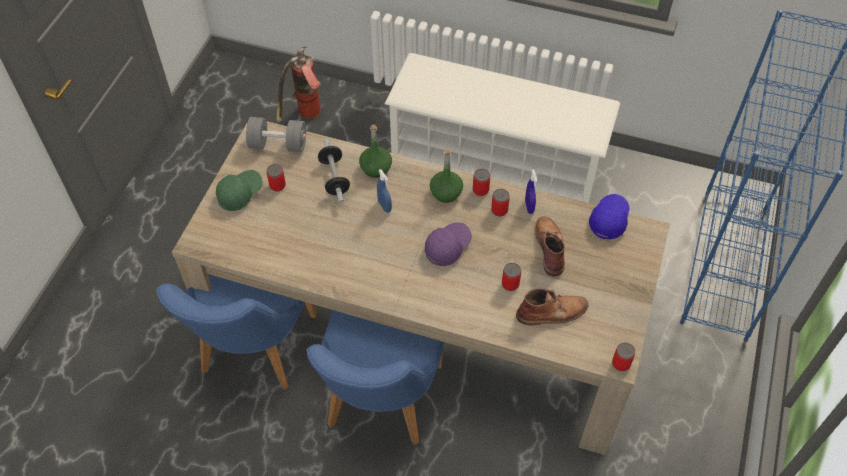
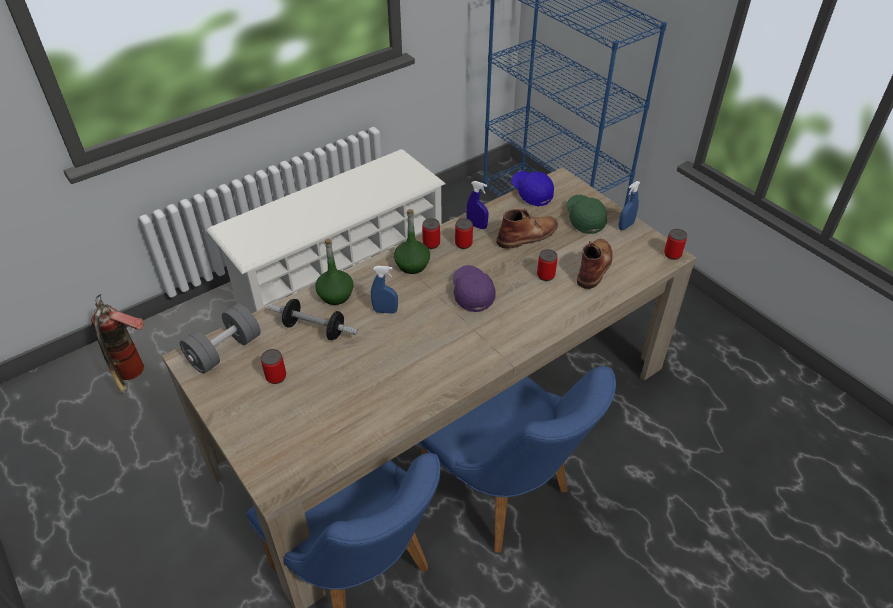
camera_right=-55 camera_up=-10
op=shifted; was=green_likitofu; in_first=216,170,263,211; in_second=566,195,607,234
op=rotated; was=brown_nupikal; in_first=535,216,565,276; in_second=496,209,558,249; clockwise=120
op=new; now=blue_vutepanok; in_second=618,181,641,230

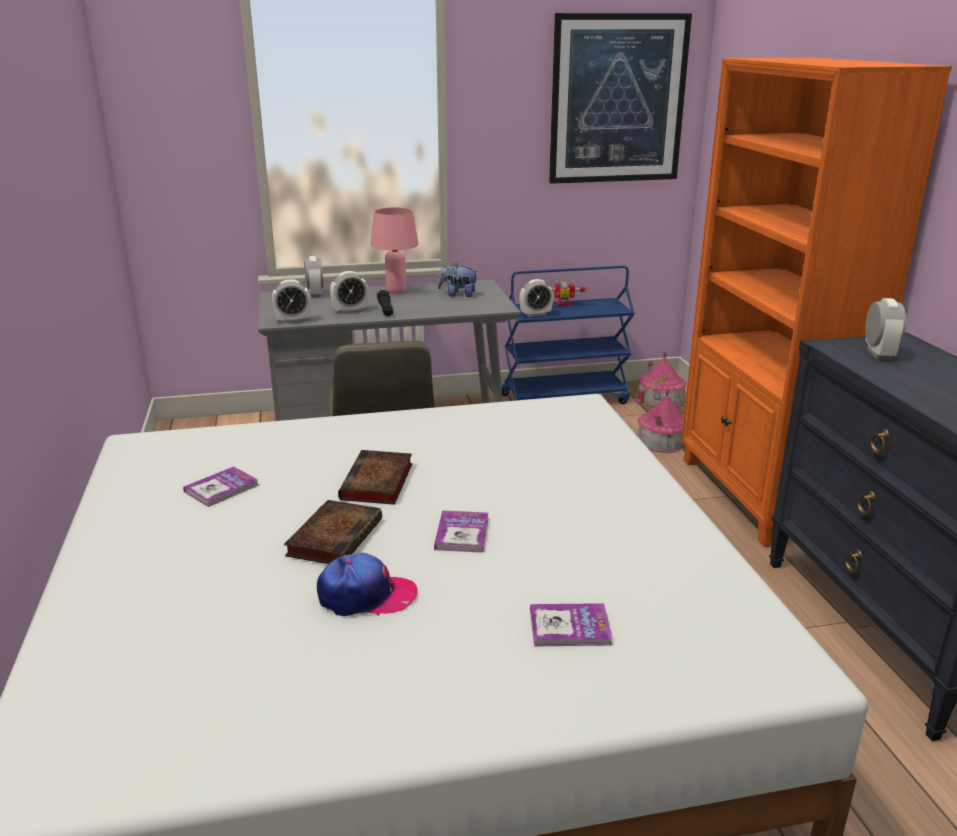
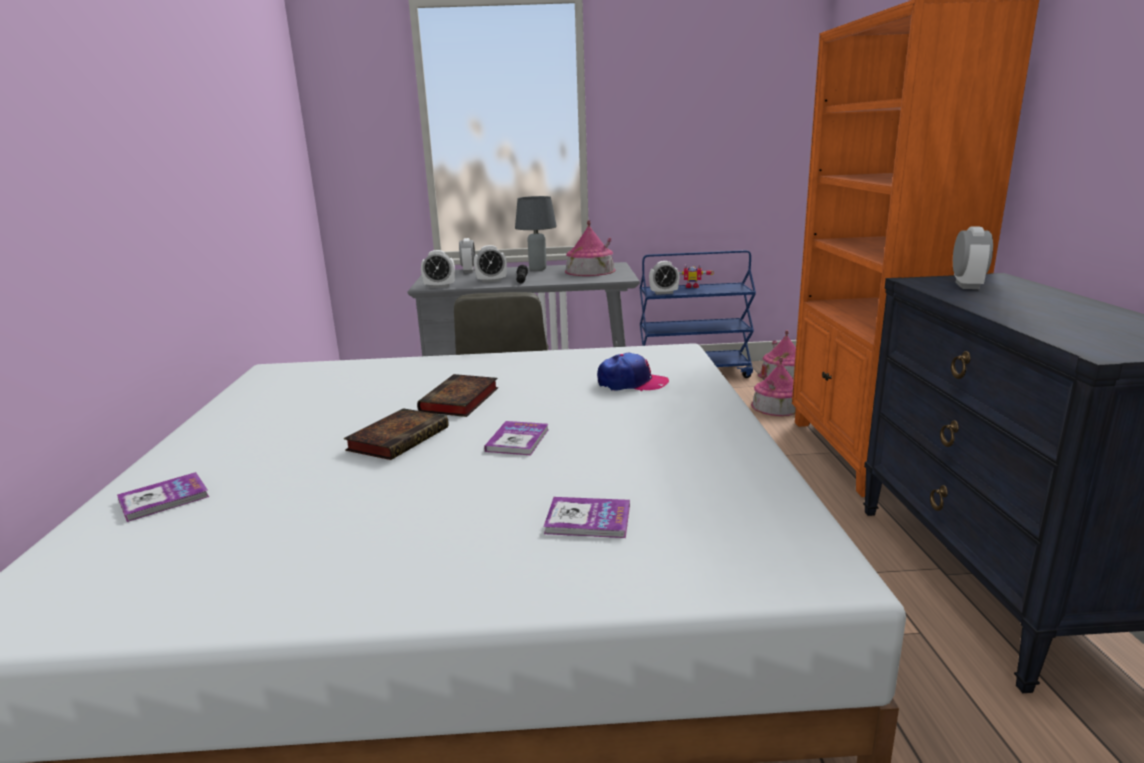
camera_right=10 camera_up=-5
op=shifted; was=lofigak; in_first=183,467,258,507; in_second=117,472,209,522
op=shifted; was=likitofu; in_first=317,553,417,616; in_second=597,353,669,391
op=repainted; was=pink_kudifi; now=grey_kudifi; in_first=370,207,419,294; in_second=515,196,557,271
op=swapped; was=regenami; now=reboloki; in_first=438,263,477,297; in_second=565,220,615,276
op=gone; was=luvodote; in_first=549,13,692,184

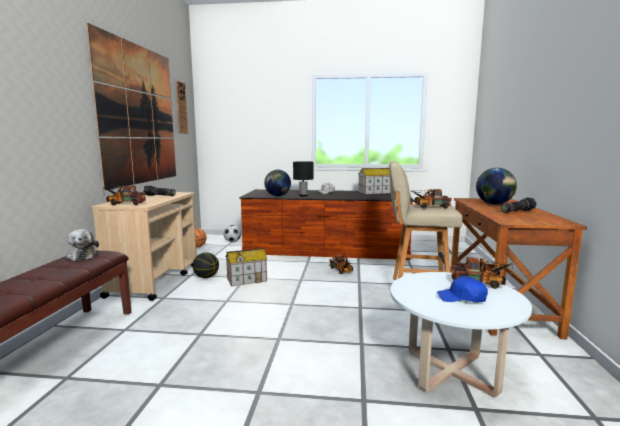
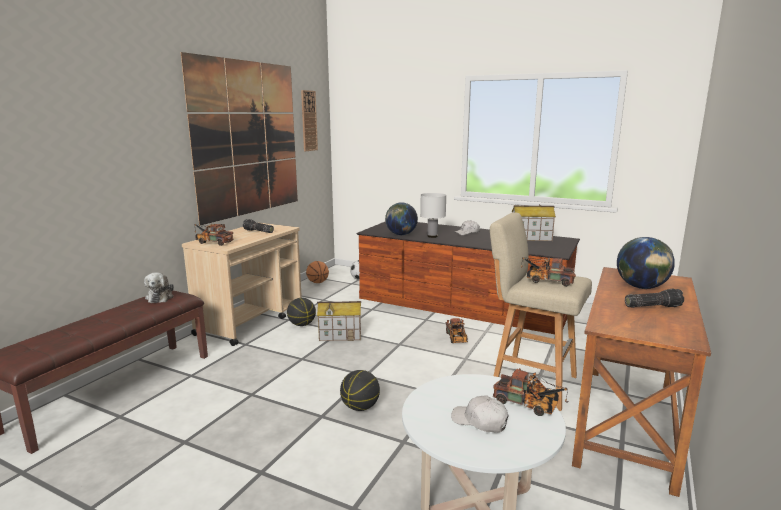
camera_right=20 camera_up=5
op=repainted; was=black_kudifi; now=white_kudifi; in_first=293,161,313,196; in_second=420,193,446,238
op=repainted; was=blue_likitofu; now=white_likitofu; in_first=437,276,488,302; in_second=451,395,509,433
op=new; now=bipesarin; in_second=340,370,380,411

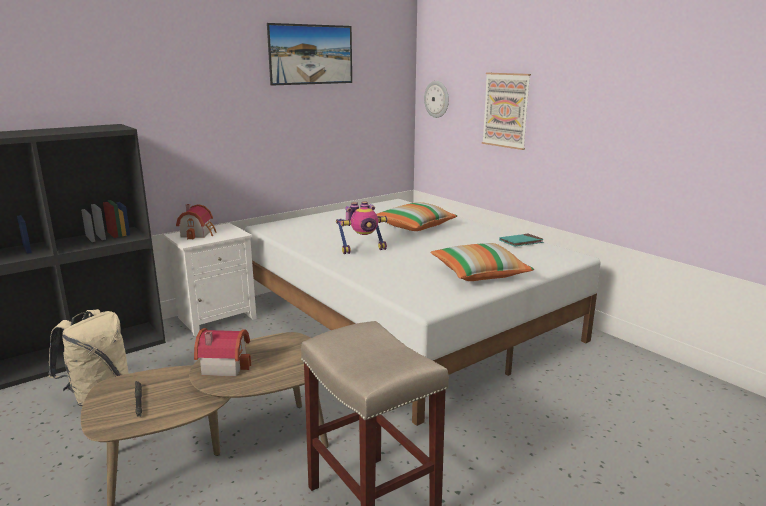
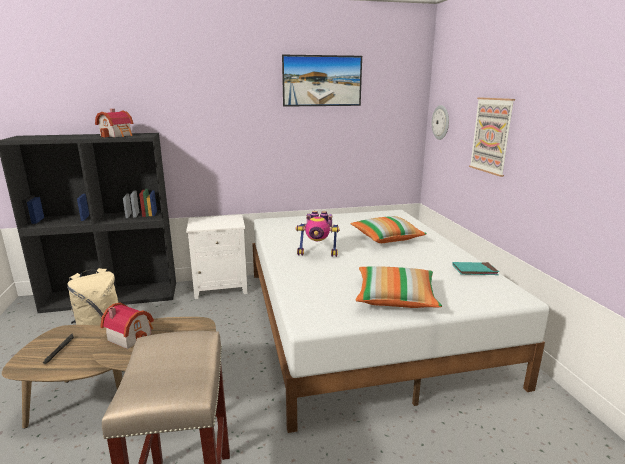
camera_right=25 camera_up=0
op=shifted; was=reboloki; in_first=176,204,217,239; in_second=95,109,134,137

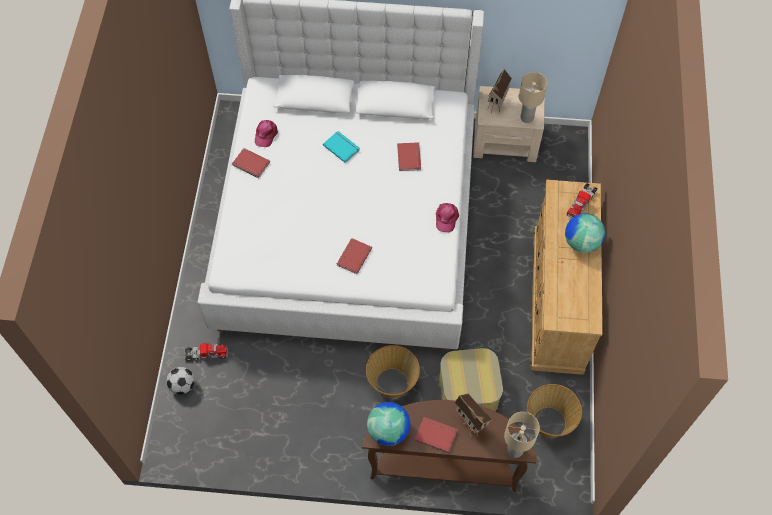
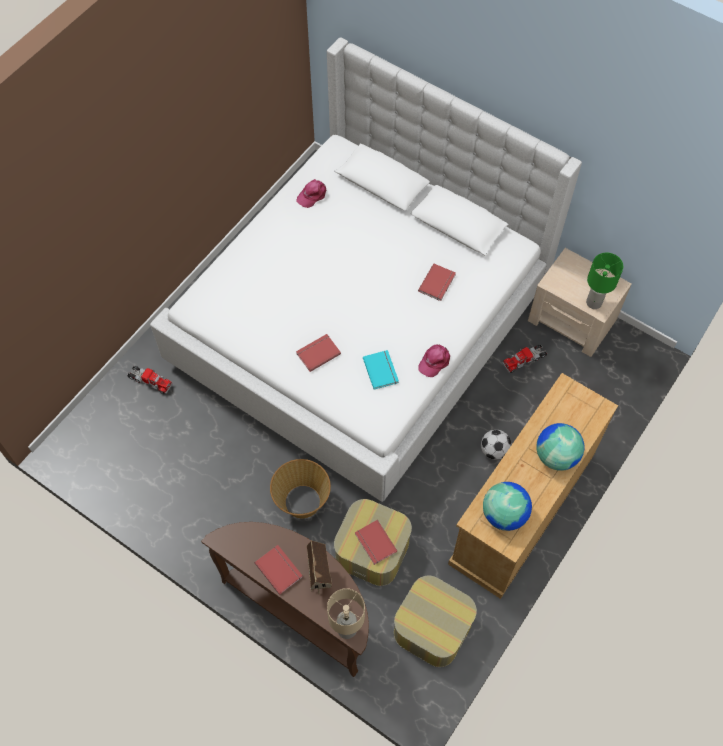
camera_right=30 camera_up=0
op=shifted; was=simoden; in_first=166,367,194,395; in_second=481,430,511,460
op=shifted; was=red_lofigak; in_first=232,148,270,178; in_second=355,520,397,565
op=shifted; was=turquoise_lofigak; in_first=323,131,360,163; in_second=363,350,399,390
op=shifted; was=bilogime; in_first=367,402,410,446; in_second=483,482,532,531
op=gone; was=reboloki; in_first=488,68,512,113
op=repainted; was=beige_kudifi; now=green_kudifi; in_first=519,72,547,123; in_second=586,253,623,309
op=swapped; was=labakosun; now=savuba; in_first=527,384,582,438; in_second=394,576,477,667
op=shifted; was=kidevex; in_first=567,183,598,218; in_second=503,344,547,373

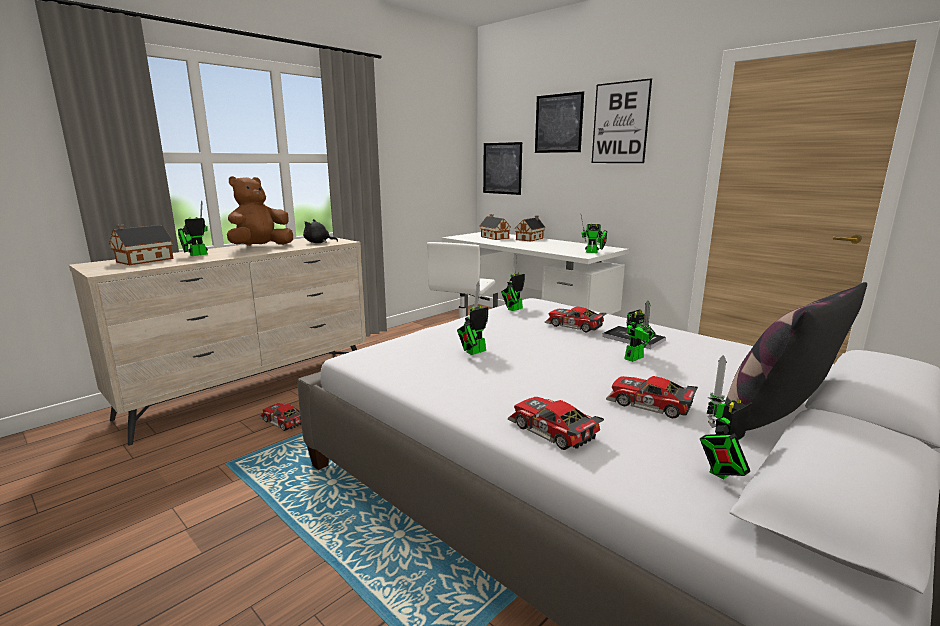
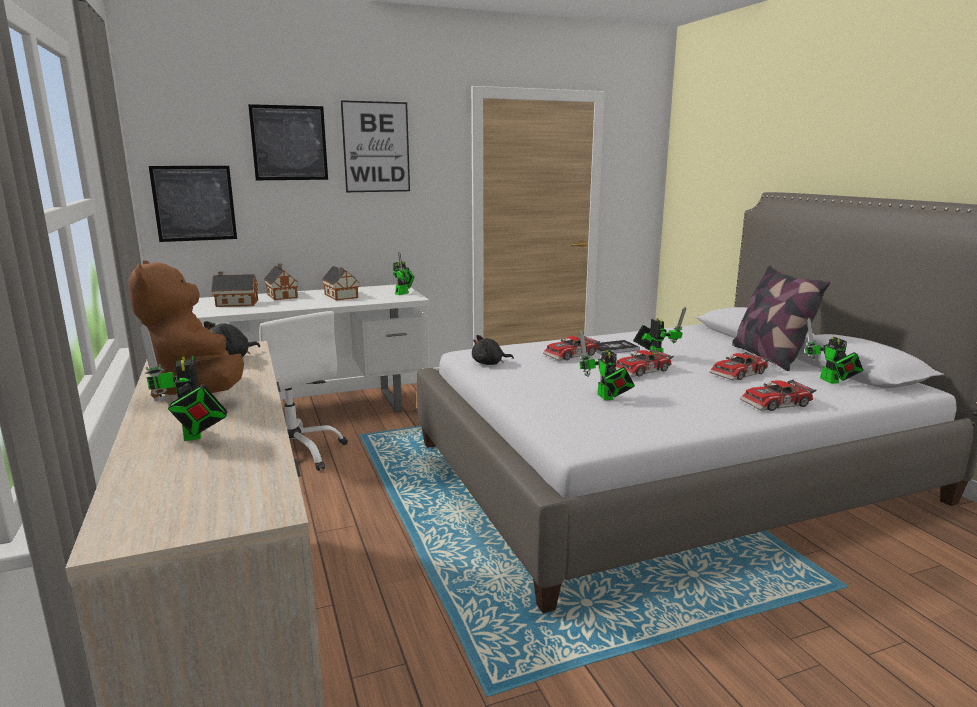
camera_right=-65 camera_up=0
op=shifted; was=reboloki; in_first=109,225,174,265; in_second=321,266,360,300
op=shifted; was=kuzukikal; in_first=259,403,301,431; in_second=615,349,674,377
op=swapped; was=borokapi; now=black_regenami; in_first=501,255,525,311; in_second=472,335,514,365

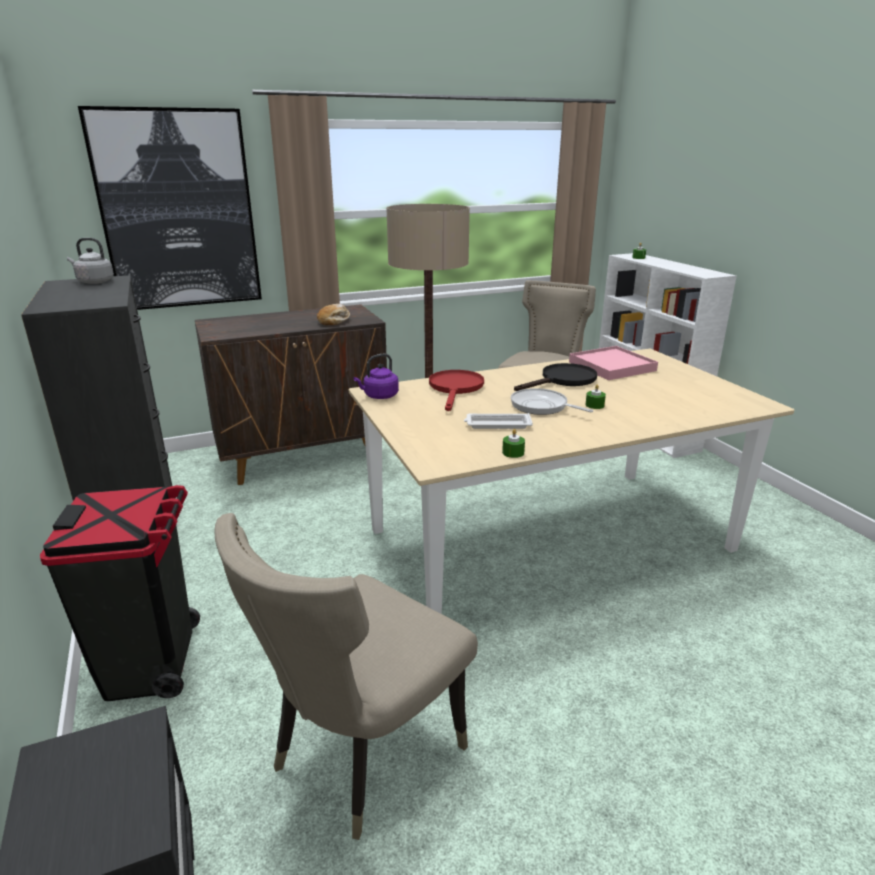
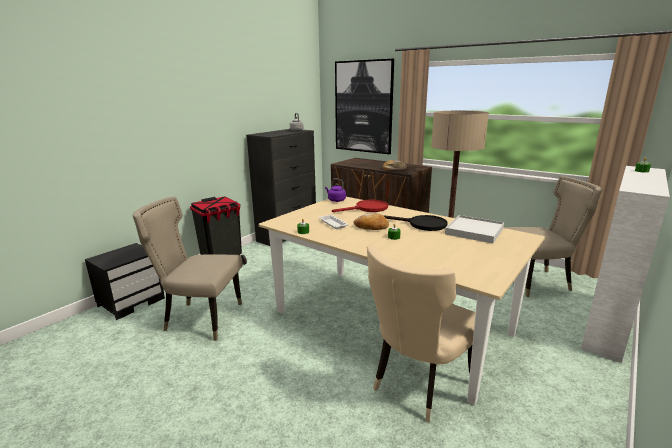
camera_right=60 camera_up=-5
op=swapped; was=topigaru; now=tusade; in_first=511,388,593,415; in_second=353,213,389,230
op=repainted; was=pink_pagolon; now=white_pagolon; in_first=569,346,658,380; in_second=445,215,504,244
op=new; now=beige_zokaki; in_second=367,244,476,423

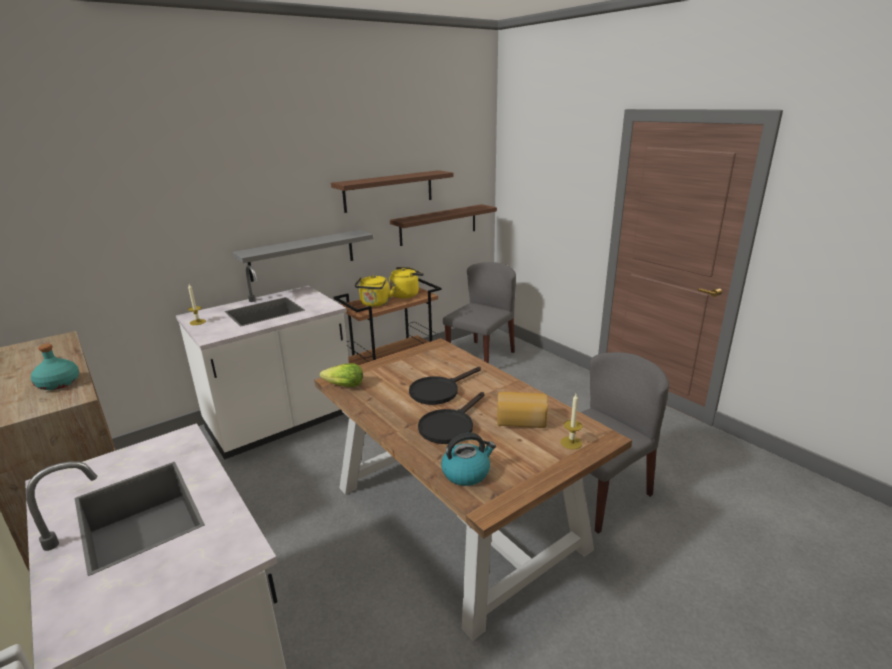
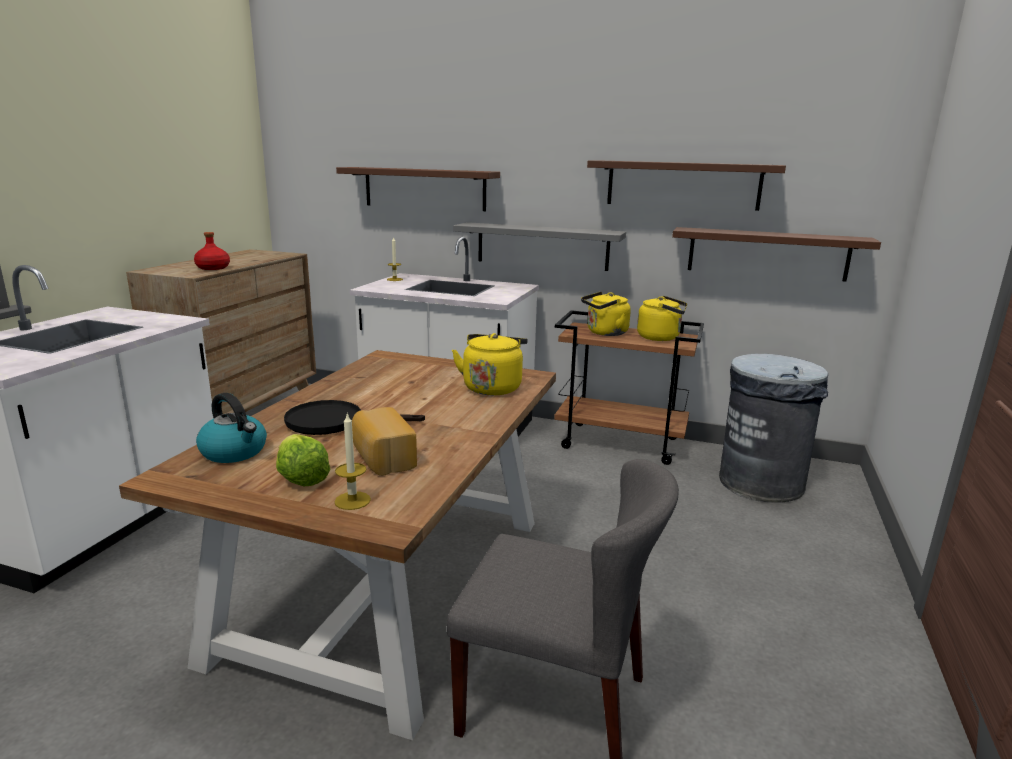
camera_right=55 camera_up=-5
op=repainted; was=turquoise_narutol; now=red_narutol; in_first=31,344,79,390; in_second=194,232,230,270
op=shifted; was=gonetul; in_first=320,363,363,387; in_second=276,434,330,486
op=gone; was=black_topigaru; in_first=409,367,481,405
op=swapped; was=grey_zokaki; now=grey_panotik; in_first=443,262,516,363; in_second=719,353,828,503
op=new; now=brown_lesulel; in_second=336,167,500,211
op=new; now=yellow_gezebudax; in_second=452,333,528,395

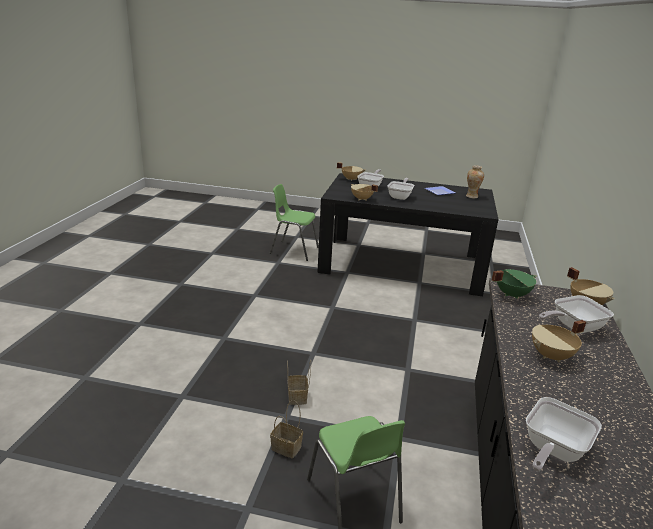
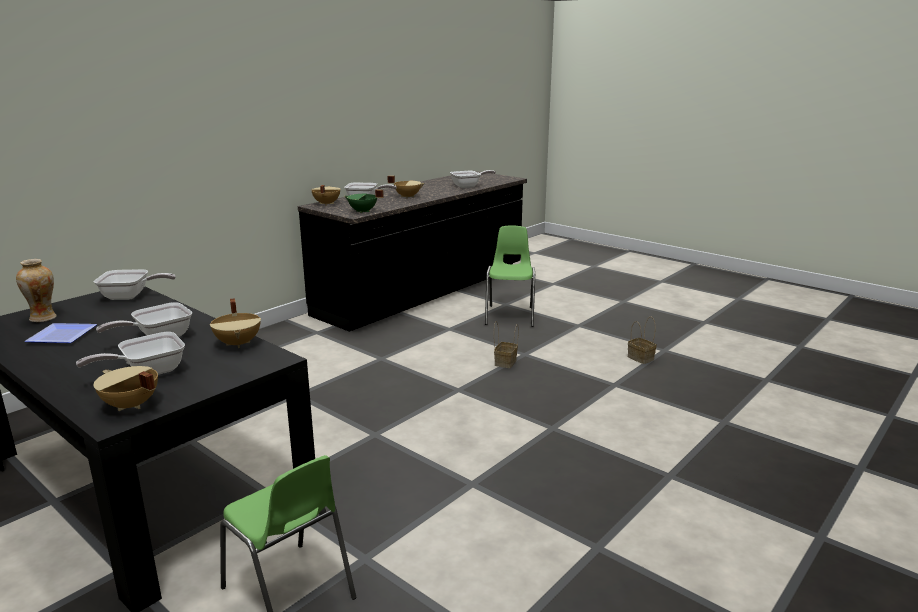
camera_right=-150 camera_up=-5
op=shifted; was=labakosun; in_first=270,400,303,458; in_second=628,317,657,364
op=new; now=topigaru; in_second=94,269,176,300

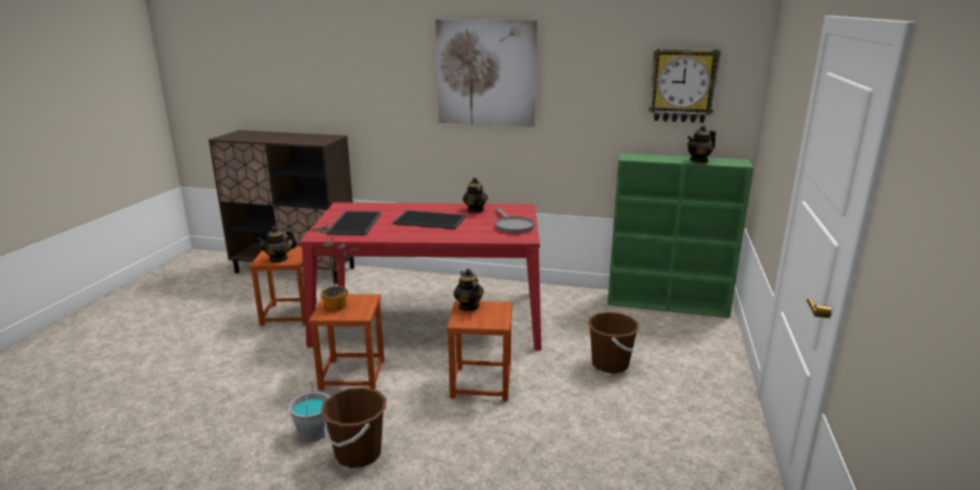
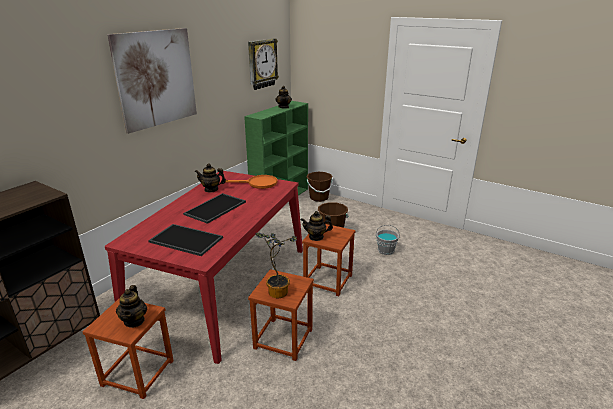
camera_right=-70 camera_up=5
op=shifted; was=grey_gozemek; in_first=289,382,330,442; in_second=376,225,400,255
op=shifted; was=brown_gozemek; in_first=321,387,387,468; in_second=306,172,333,202
op=repainted; was=grey_topigaru; now=orange_topigaru; in_first=495,207,535,233; in_second=225,175,277,189

